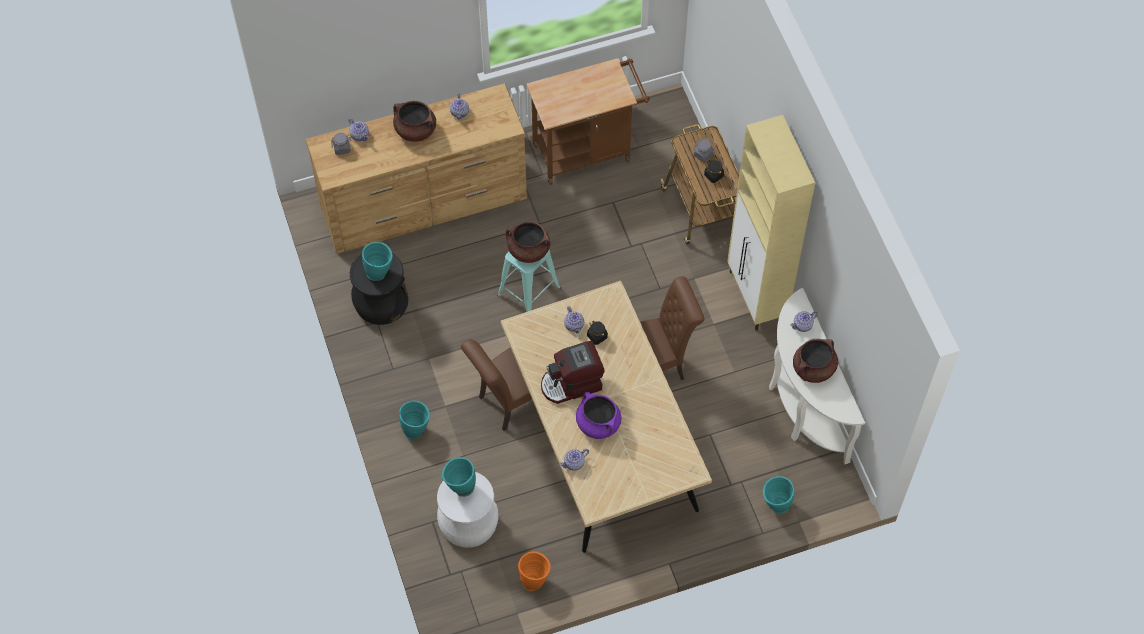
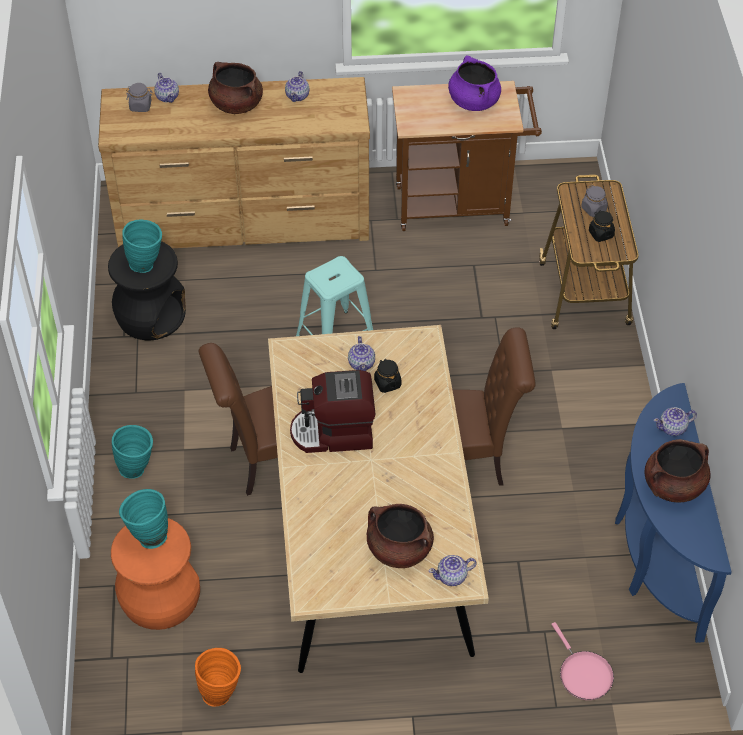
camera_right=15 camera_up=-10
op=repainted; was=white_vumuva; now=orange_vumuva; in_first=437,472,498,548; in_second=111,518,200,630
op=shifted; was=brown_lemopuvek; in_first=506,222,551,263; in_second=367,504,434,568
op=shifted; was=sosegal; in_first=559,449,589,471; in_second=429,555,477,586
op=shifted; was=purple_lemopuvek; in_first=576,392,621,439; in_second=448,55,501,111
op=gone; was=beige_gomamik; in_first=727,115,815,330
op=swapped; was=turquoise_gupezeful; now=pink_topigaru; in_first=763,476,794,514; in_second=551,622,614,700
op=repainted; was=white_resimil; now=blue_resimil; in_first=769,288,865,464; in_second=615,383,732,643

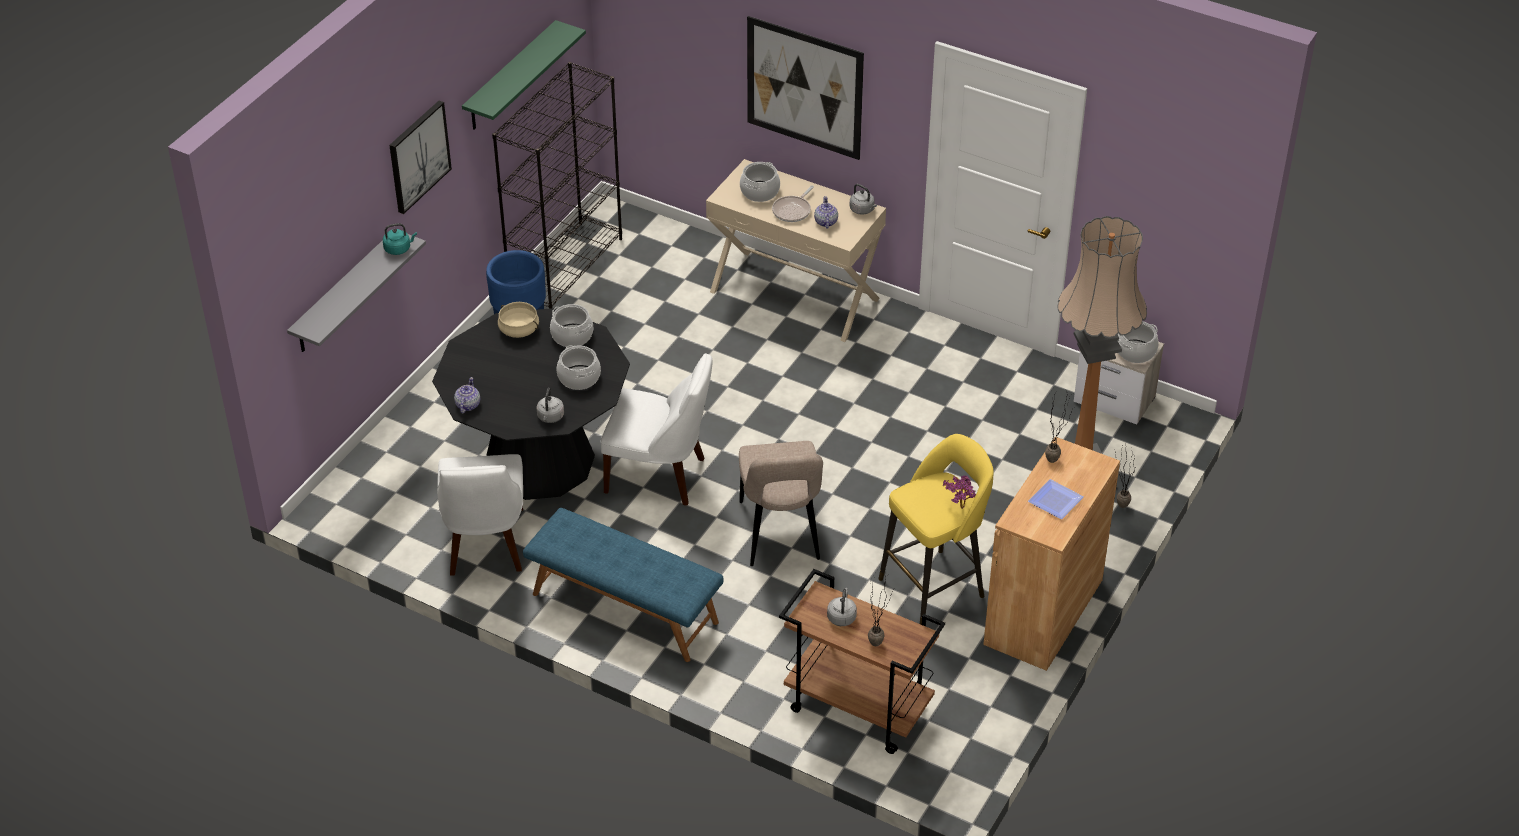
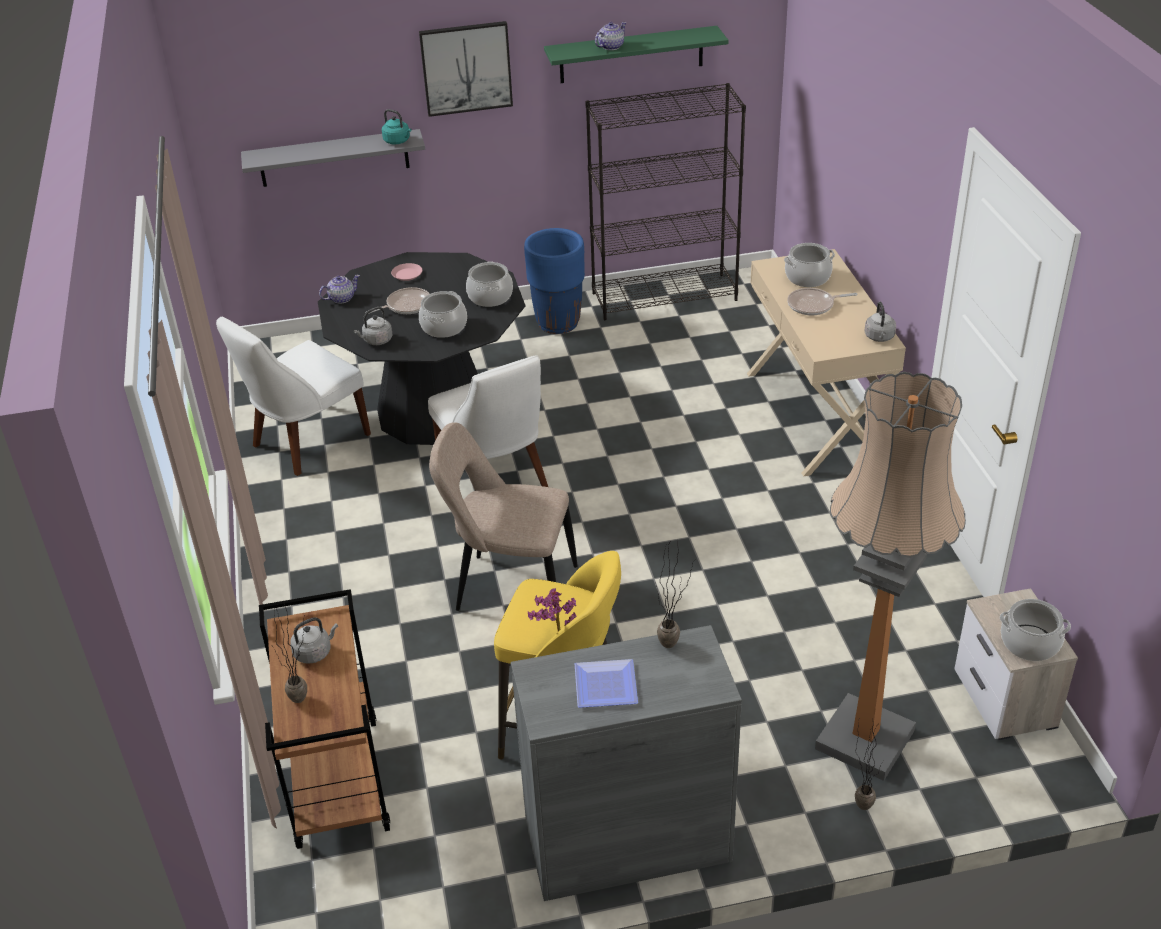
camera_right=50 camera_up=-5
op=gone; was=beige_lemopuvek; in_first=498,302,539,338
op=gone; was=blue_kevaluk; in_first=523,508,724,662
op=rotated; was=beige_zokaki; in_first=739,441,823,566; in_second=429,422,578,611; clockwise=60
op=gone; was=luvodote; in_first=747,16,864,160
op=shifted; was=sosegal; in_first=814,196,838,229; in_second=595,22,627,50
op=repainted; was=brown_gomamik; now=grey_gomamik; in_first=983,437,1120,671; in_second=511,625,742,901
op=new; now=topigaru; in_second=365,287,430,314
op=new; now=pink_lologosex; in_second=391,263,422,281

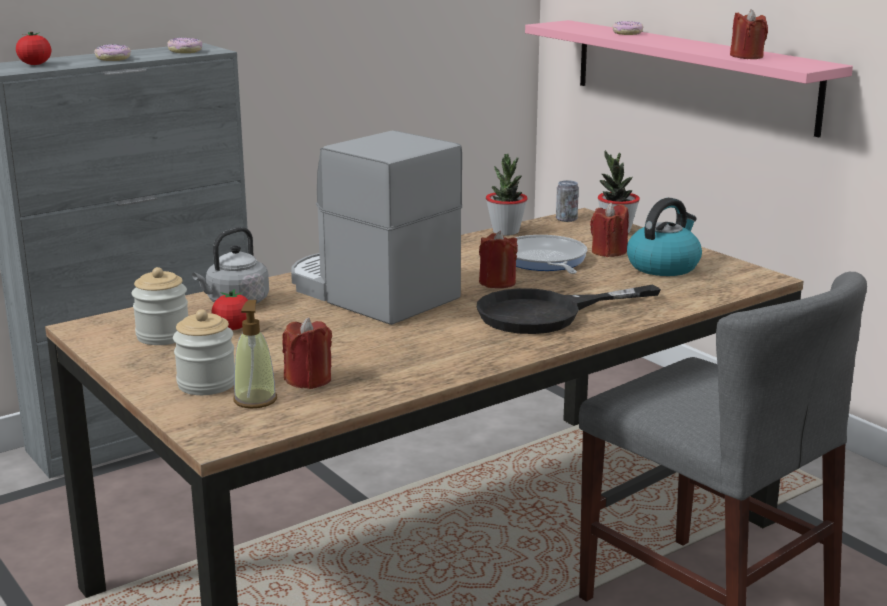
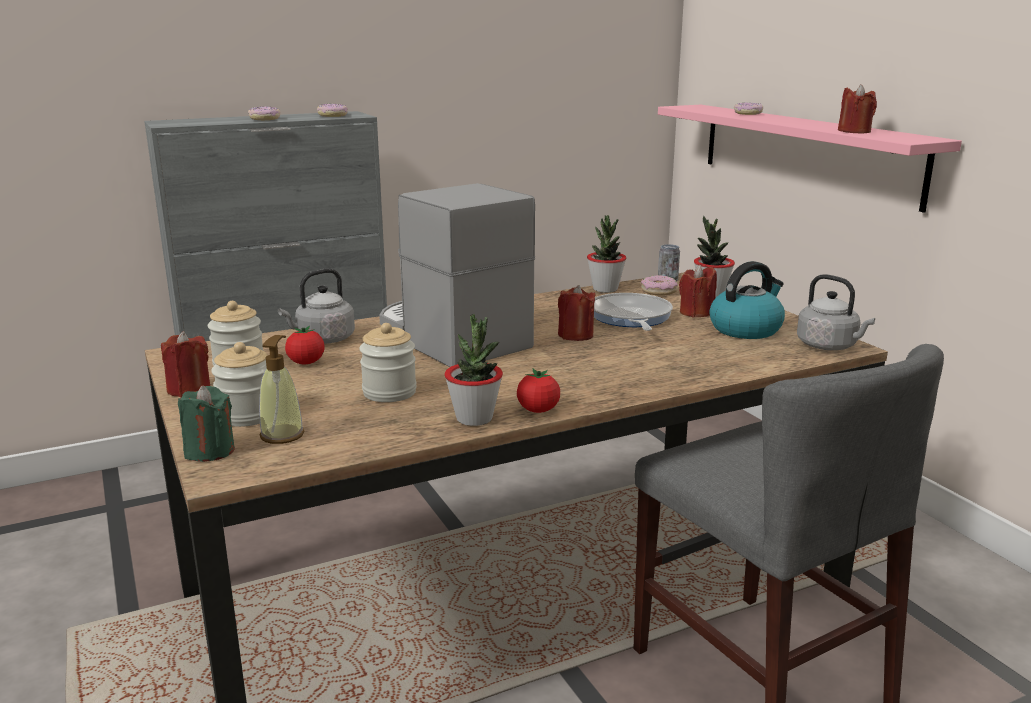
camera_right=10 camera_up=0
op=shifted; was=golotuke; in_first=16,32,51,65; in_second=517,369,560,413
op=shifted; was=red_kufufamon; in_first=282,317,332,389; in_second=161,331,210,398
op=gone; was=black_topigaru; in_first=477,285,661,334
op=new; now=green_kufufamon; in_second=178,386,235,462
op=new; now=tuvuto; in_second=359,323,417,402
op=new; now=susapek; in_second=445,314,503,426
op=new; now=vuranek; in_second=641,275,678,296
op=new; now=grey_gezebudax; in_second=797,274,875,350

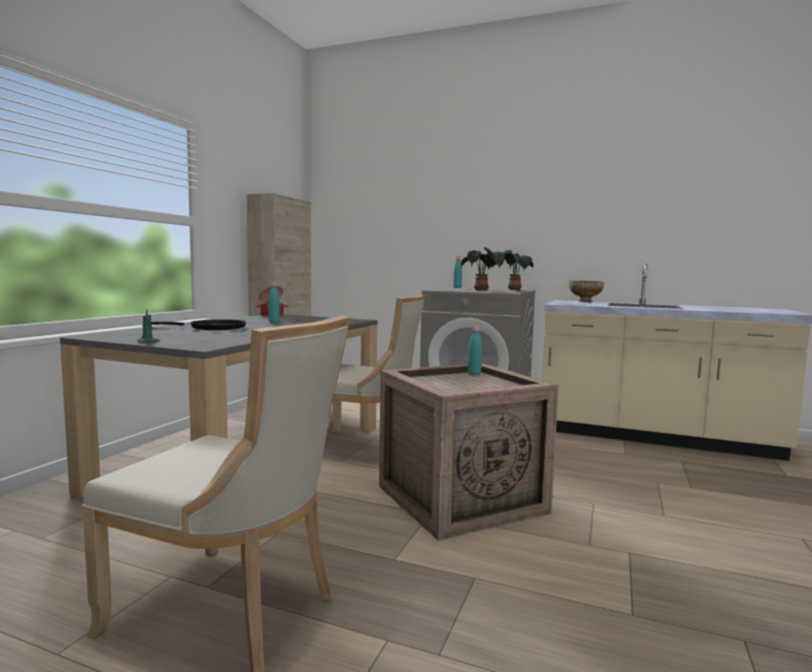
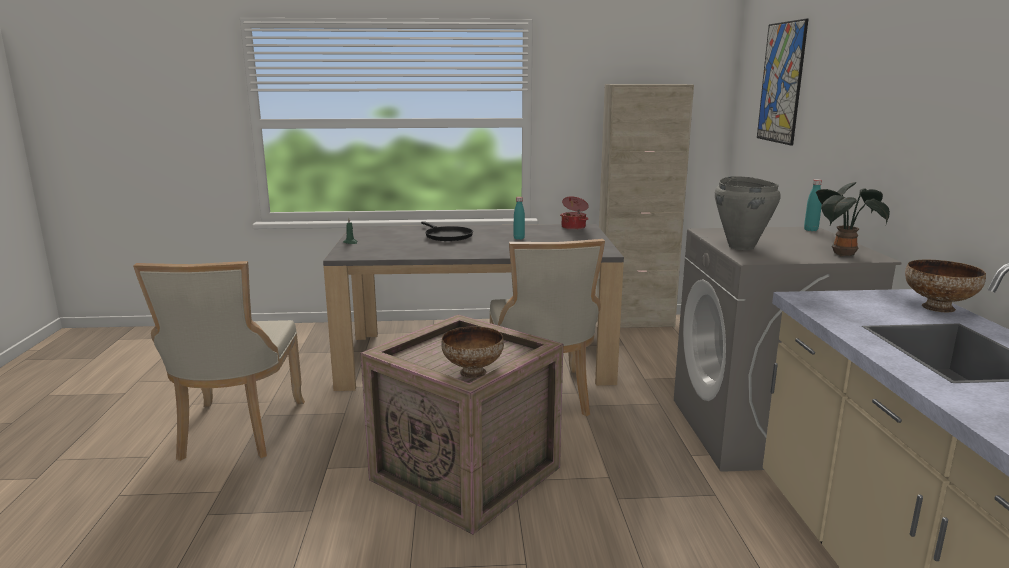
camera_right=65 camera_up=10
op=swapped; was=susapek; now=grey_lemopuvek; in_first=461,247,505,291; in_second=715,176,781,250
op=gone; was=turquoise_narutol; in_first=468,326,482,376
op=new; now=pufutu; in_second=441,326,504,378
op=new; now=luvodote; in_second=757,19,808,146

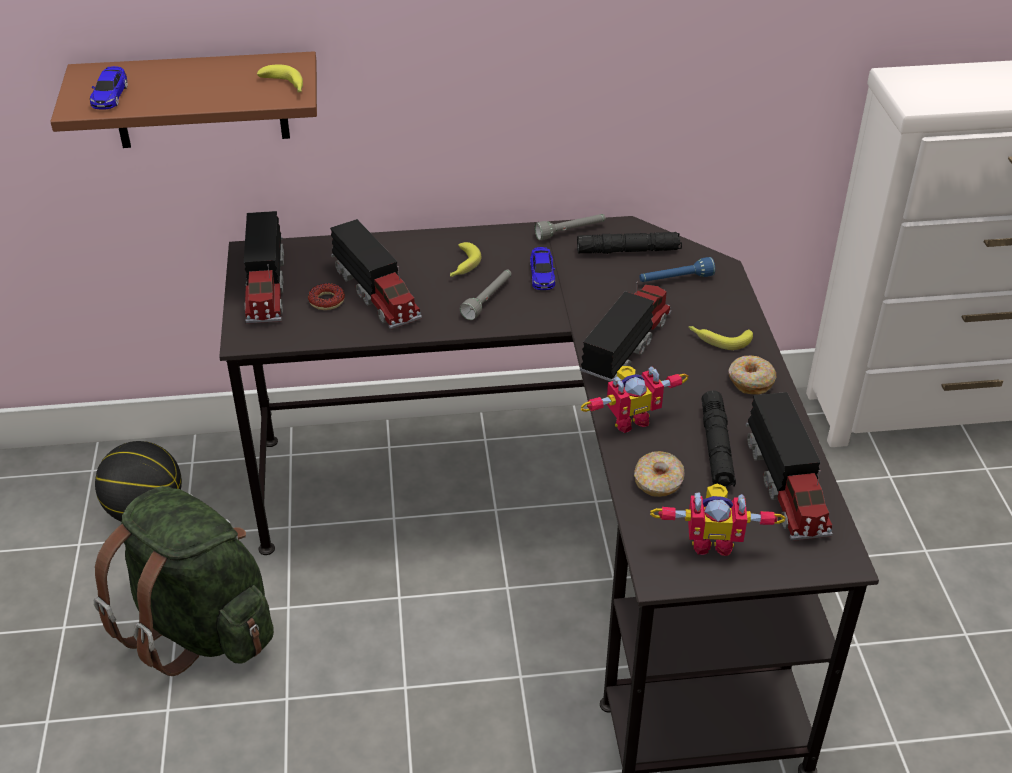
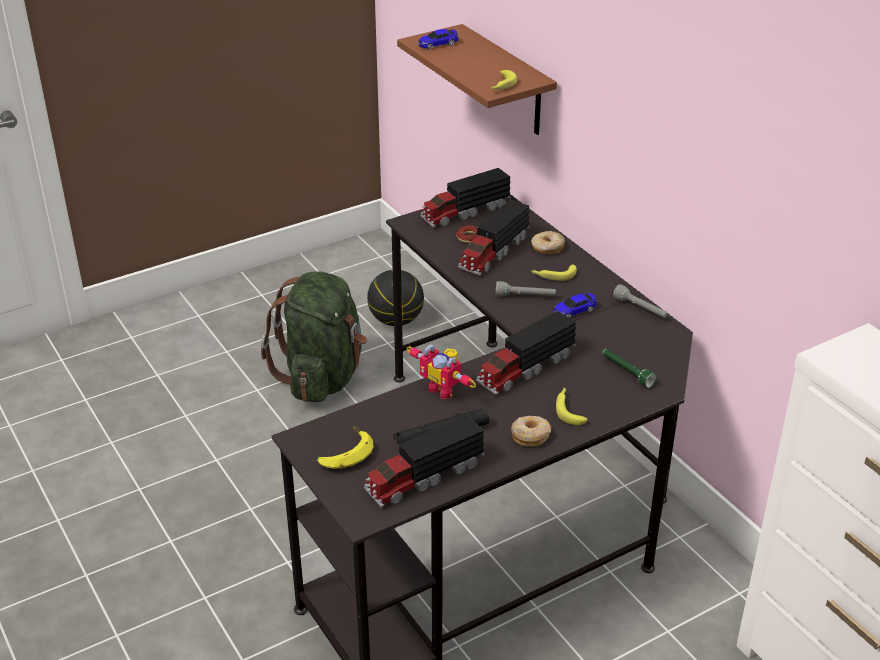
camera_right=65 camera_up=-5
op=gone; was=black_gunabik; in_first=577,232,682,254
op=rotated; was=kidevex; in_first=580,281,671,382; in_second=476,311,576,395; clockwise=135
op=shifted; was=vuranek; in_first=634,451,685,497; in_second=531,231,565,254
op=repainted; was=blue_gunabik; now=green_gunabik; in_first=640,257,715,282; in_second=601,348,657,388
op=swapped; was=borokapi; now=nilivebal; in_first=650,484,785,556; in_second=317,427,374,469

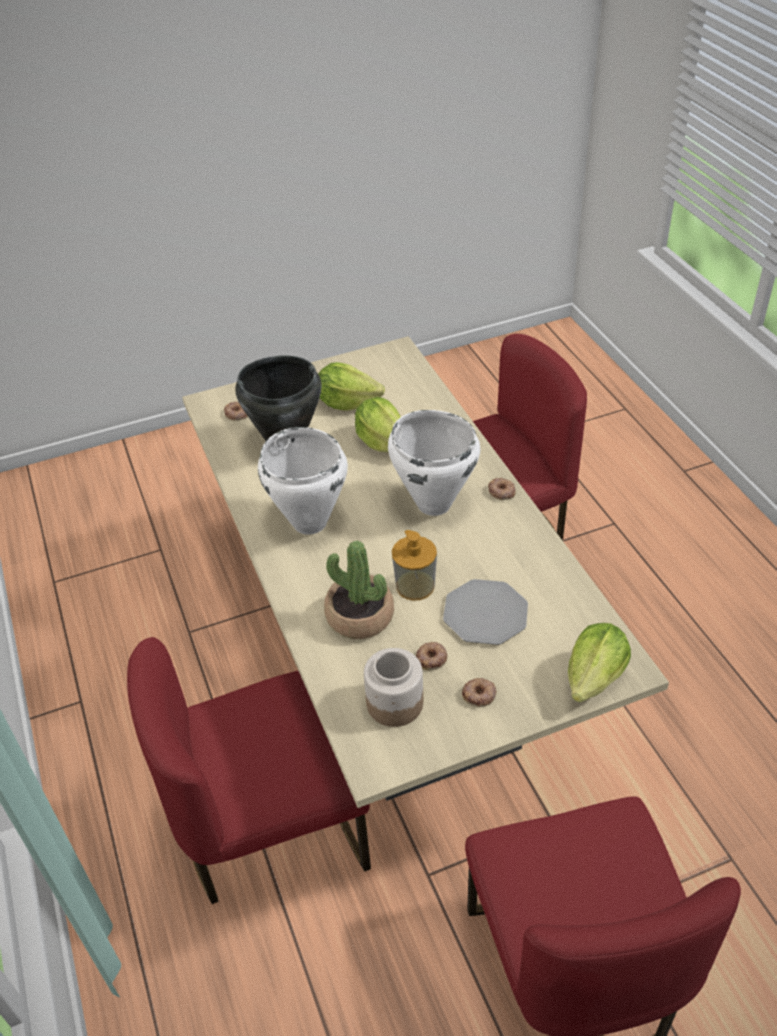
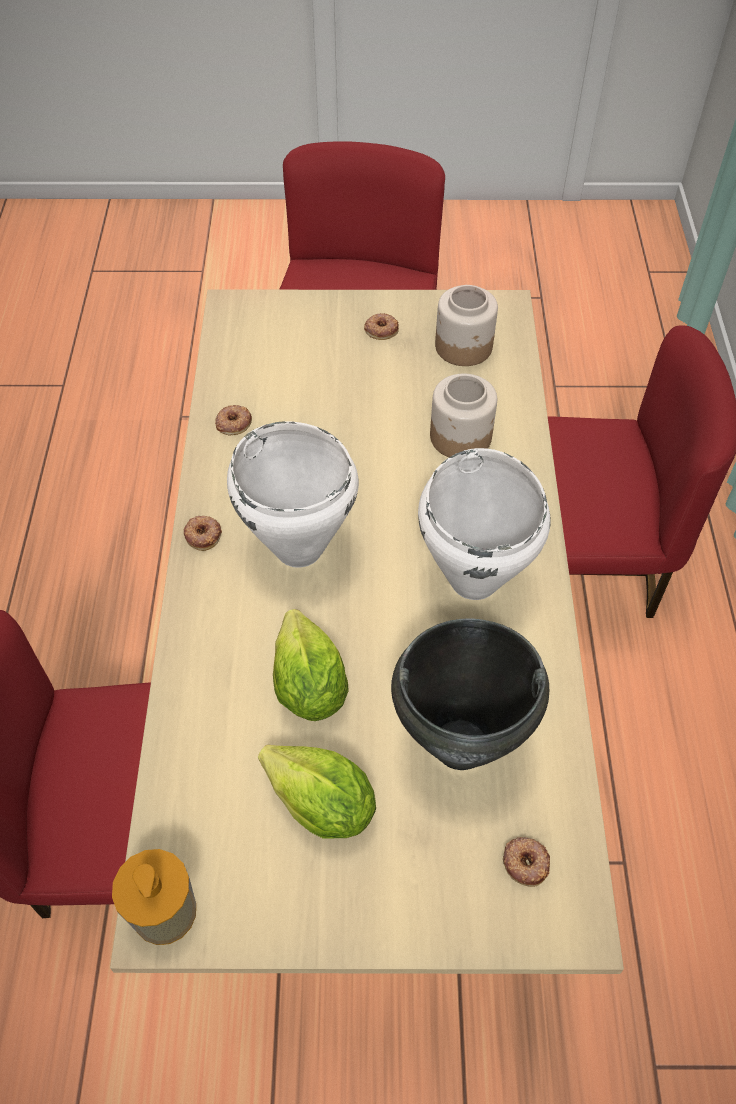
camera_right=-160 camera_up=10
op=swapped; was=susapek; now=tuvuto; in_first=324,541,394,639; in_second=430,374,497,457
op=shifted; was=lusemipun; in_first=392,530,437,601; in_second=112,849,196,945
op=shifted; was=vuranek; in_first=416,642,447,670; in_second=215,405,252,436
op=gone; was=lologosex; in_first=443,579,528,645
op=gone; was=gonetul; in_first=568,623,631,703

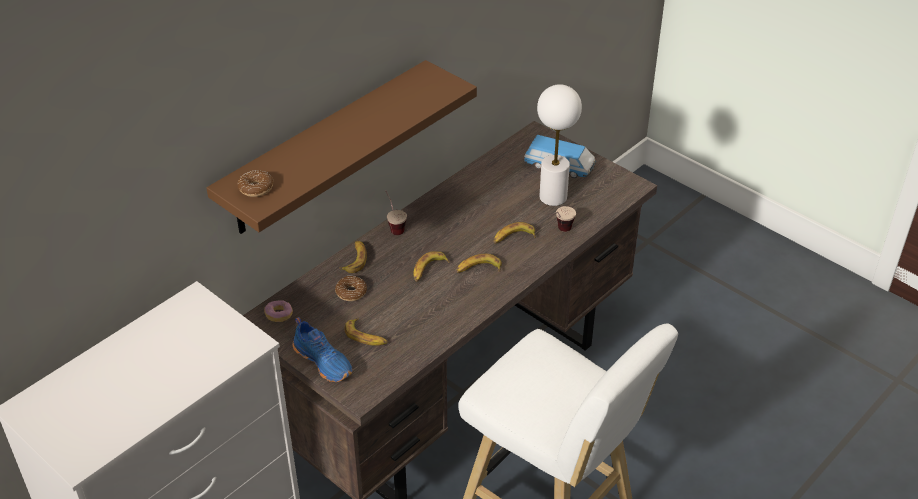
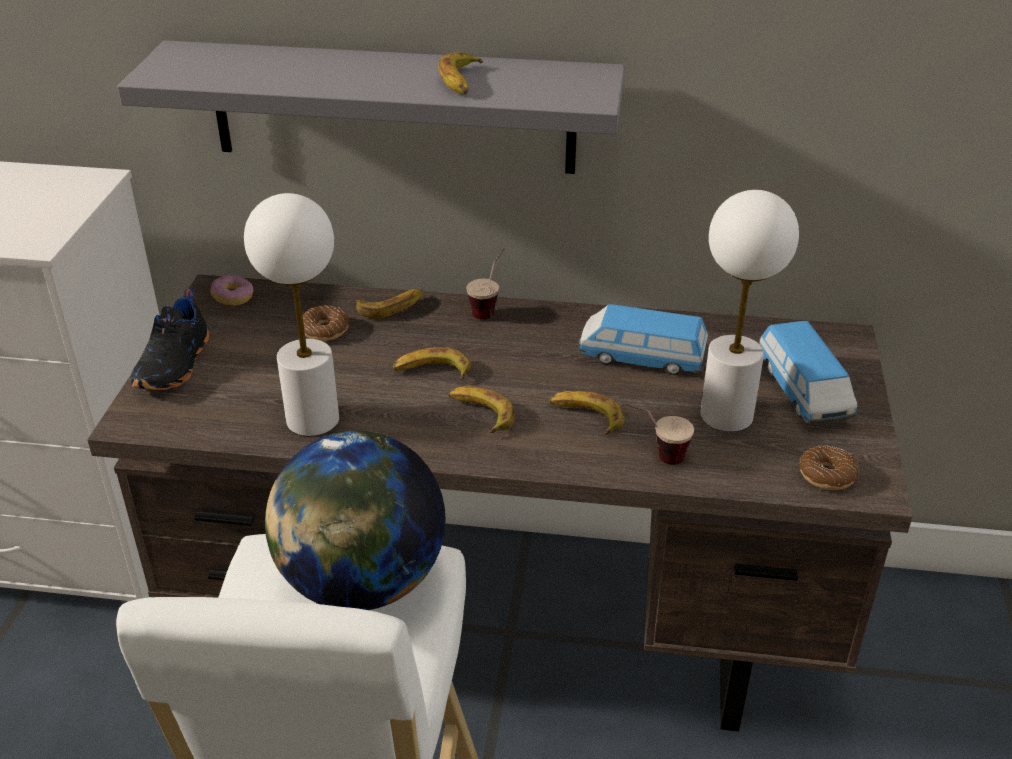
camera_right=55 camera_up=-5
op=repainted; was=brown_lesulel; now=grey_lesulel; in_first=206,60,477,234; in_second=117,40,625,174
op=shifted; was=vuranek; in_first=238,170,274,197; in_second=799,445,859,490
op=repainted; was=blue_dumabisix; now=black_dumabisix; in_first=293,317,353,382; in_second=131,289,209,390
op=shifted; was=nilivebal; in_first=345,318,388,346; in_second=438,52,483,94
op=new; now=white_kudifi; in_second=244,193,339,436
op=new; now=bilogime; in_second=265,430,445,610
op=new; now=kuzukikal; in_second=578,304,708,375

